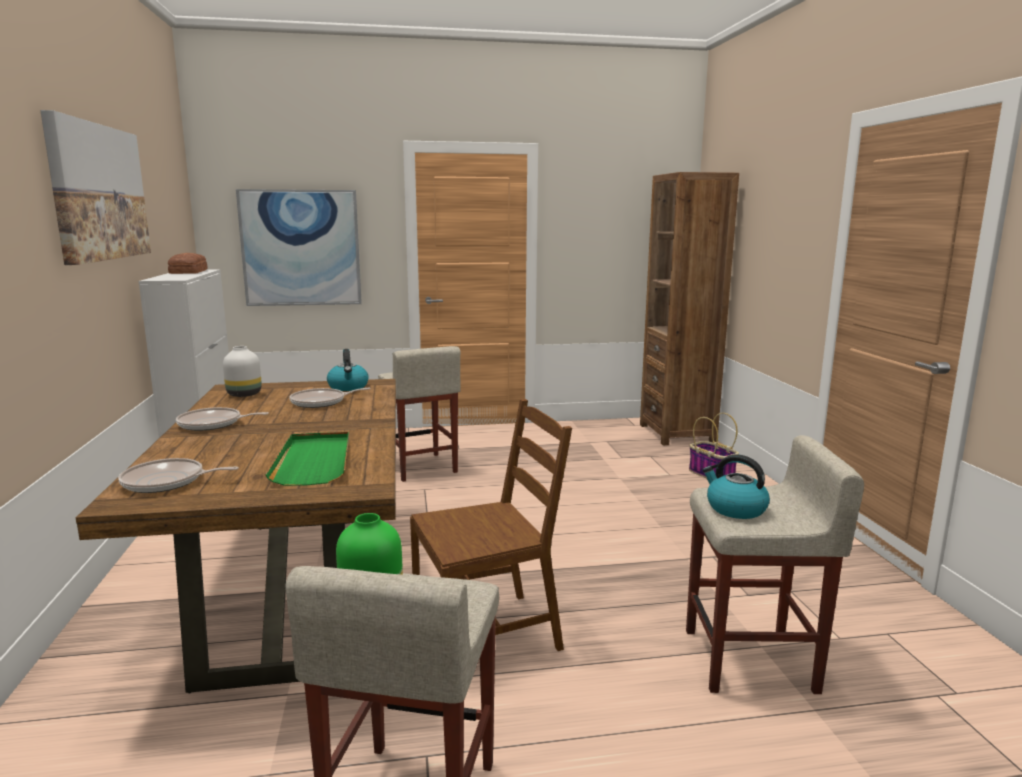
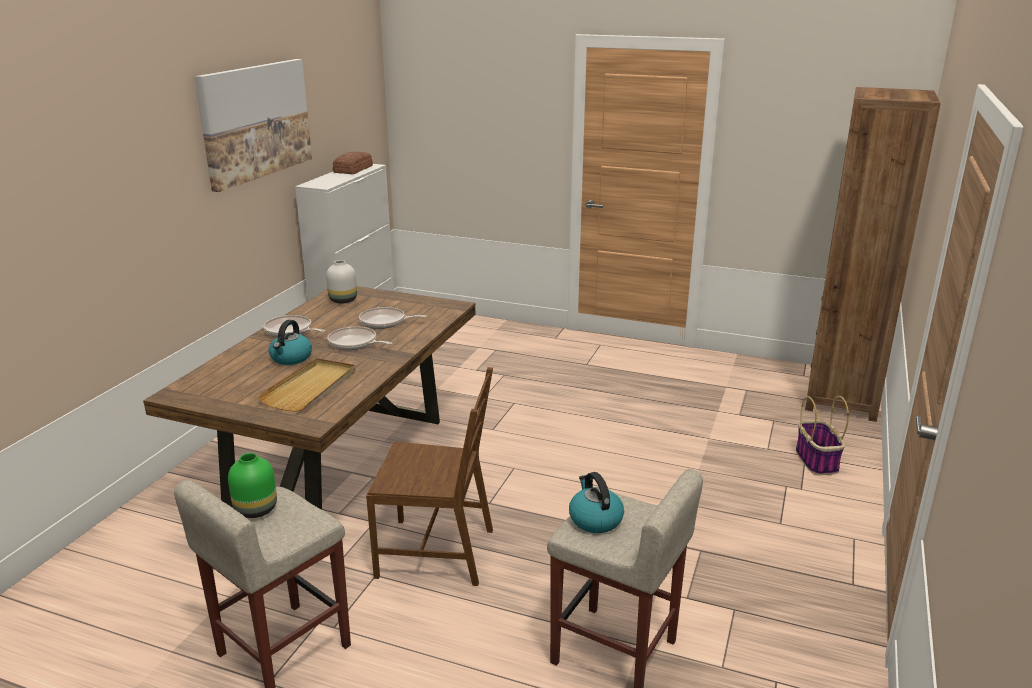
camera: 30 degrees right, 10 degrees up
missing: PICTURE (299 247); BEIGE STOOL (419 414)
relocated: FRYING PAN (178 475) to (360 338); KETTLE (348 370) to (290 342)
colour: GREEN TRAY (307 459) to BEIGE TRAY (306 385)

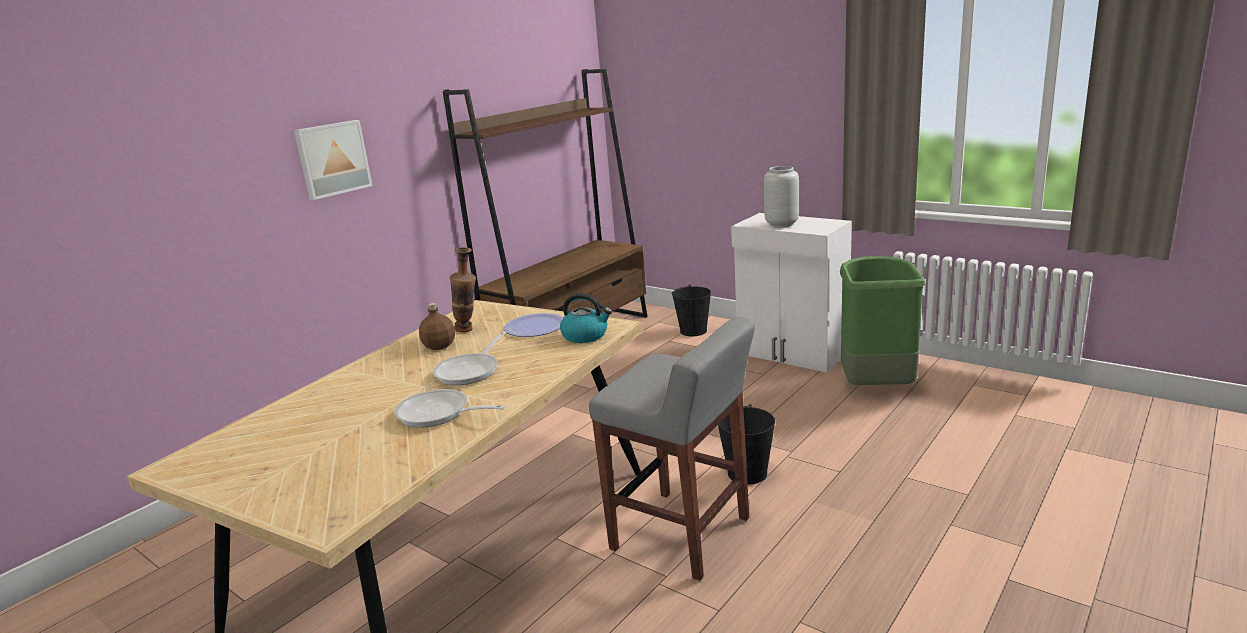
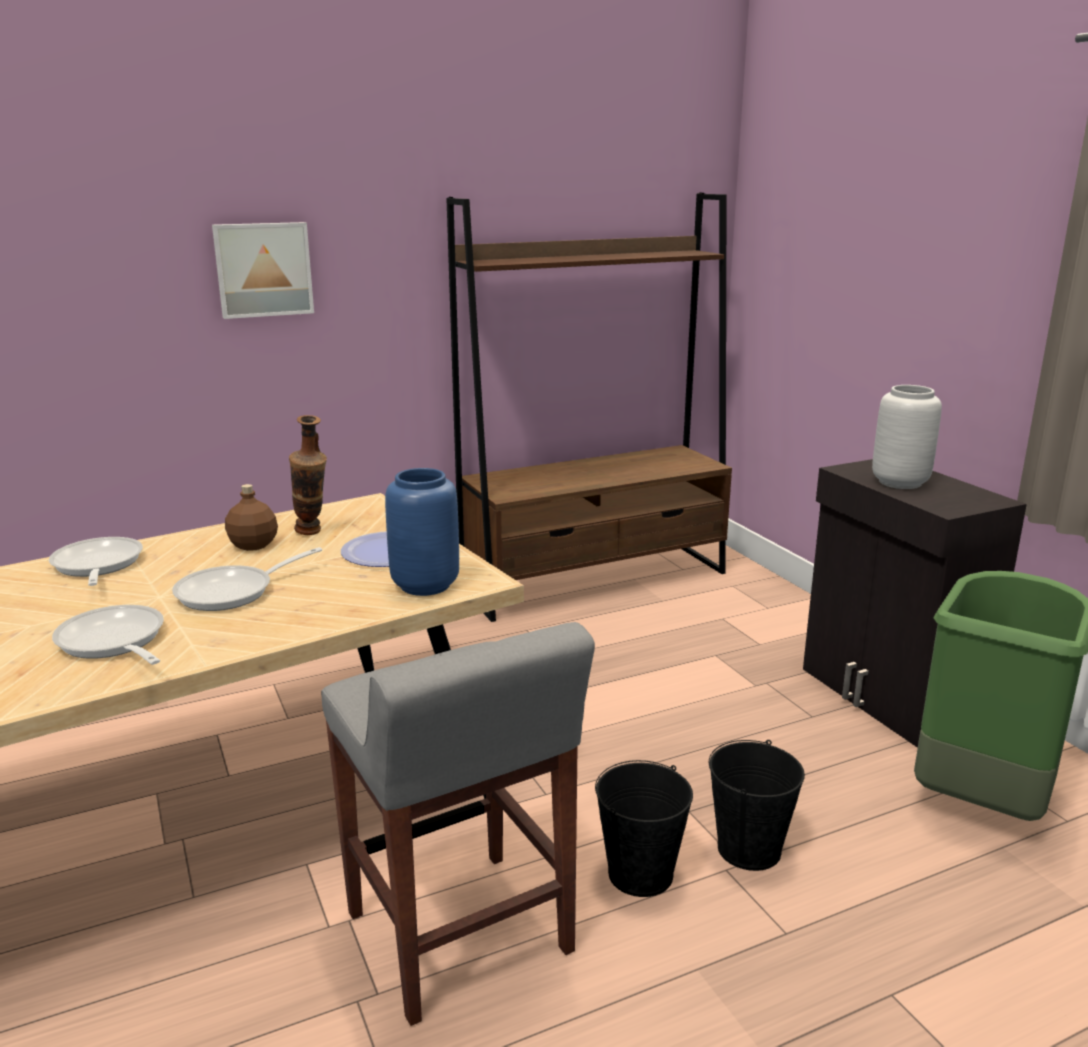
camera: 25 degrees right, 0 degrees up
appeared: FRYING PAN (96 561)
relocated: BLACK BUCKET (691 310) to (757 805)
exchanged: KETTLE (586 318) to BLUE VASE (422 532)
colour: WHITE CABINET (791 293) to BLACK CABINET (915 603)

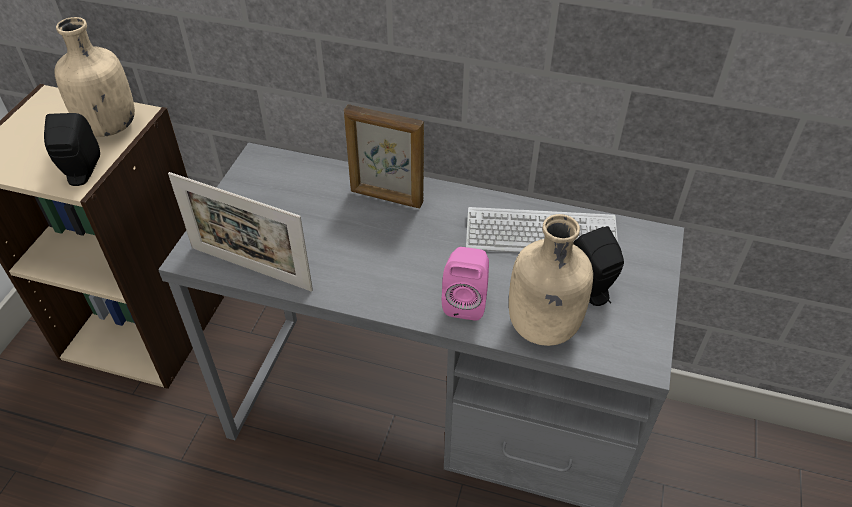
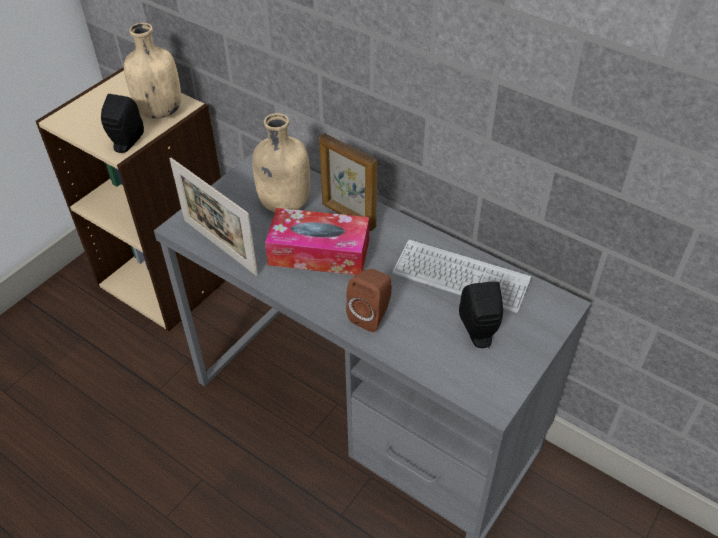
camera: 20 degrees right, 0 degrees up
appeared: TISSUE BOX (317 241)
relocated: BEIGE BOTTLE (551 280) to (281 162)
colour: PINK SPEAKER (465 284) to BROWN SPEAKER (369 300)

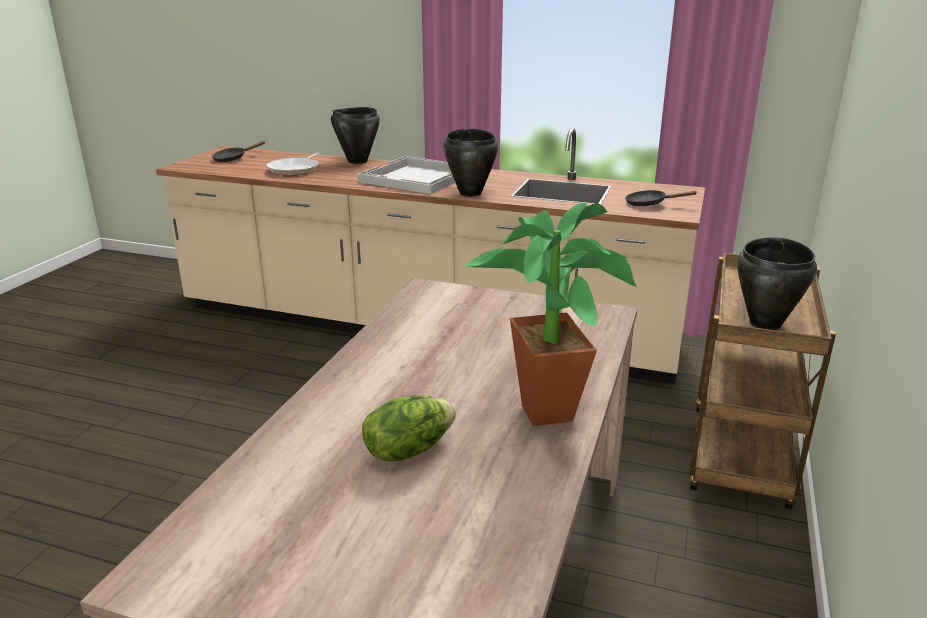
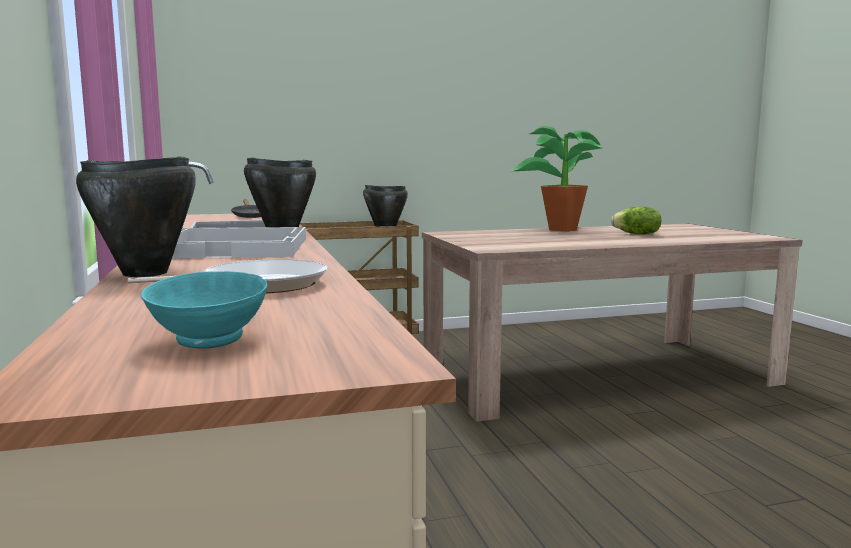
camera: 125 degrees left, 15 degrees down
exchanged: BLACK FRYING PAN (238 151) to TURQUOISE BOWL (204 310)

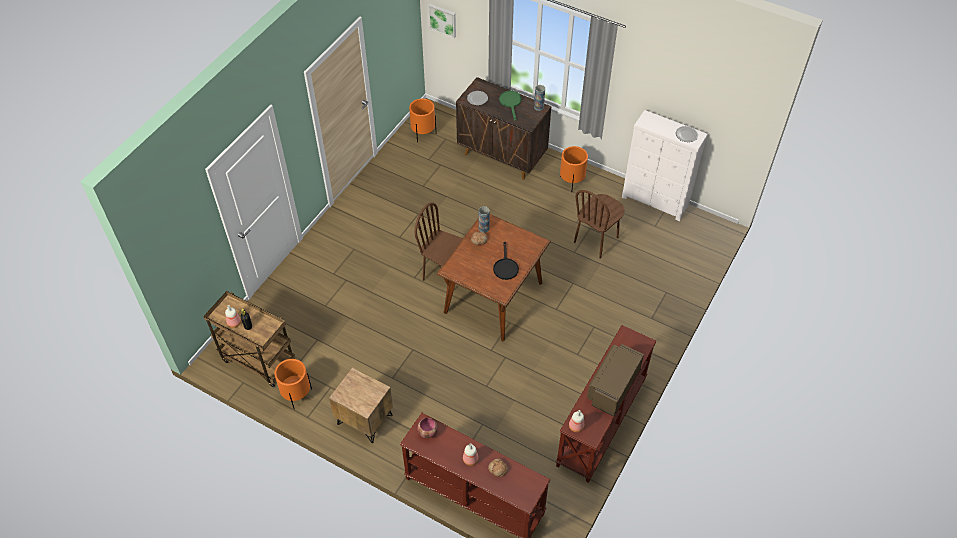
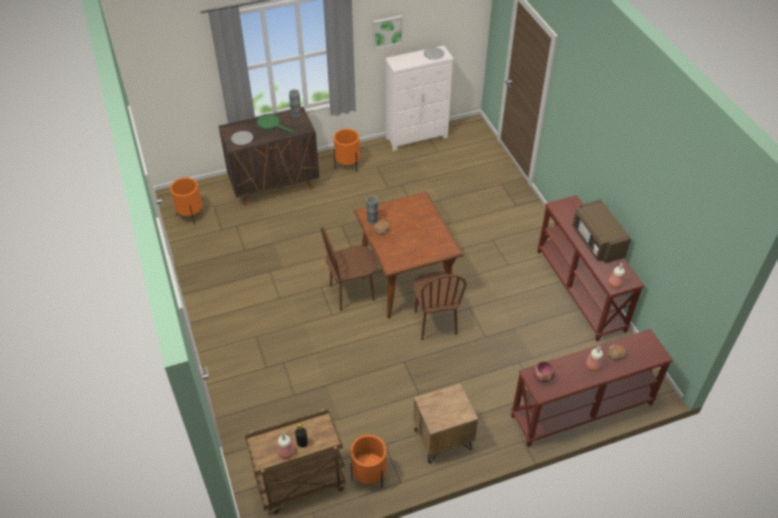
camera: 50 degrees left, 5 degrees down
missing: BLACK FRYING PAN (506 261)
relocated: PICTURE (442 21) to (388 32); BROWN CHAIR (599 224) to (439 306)

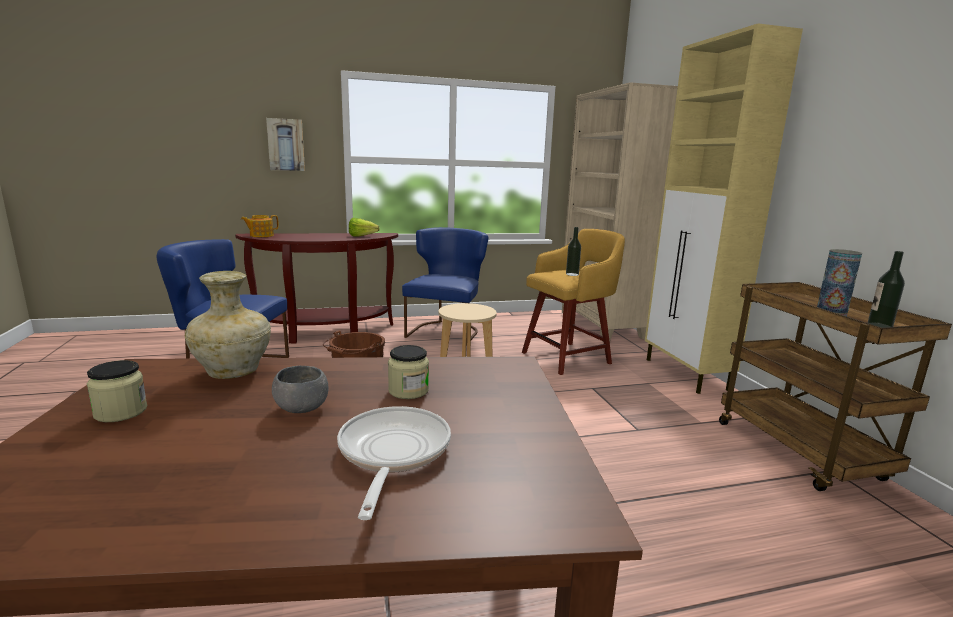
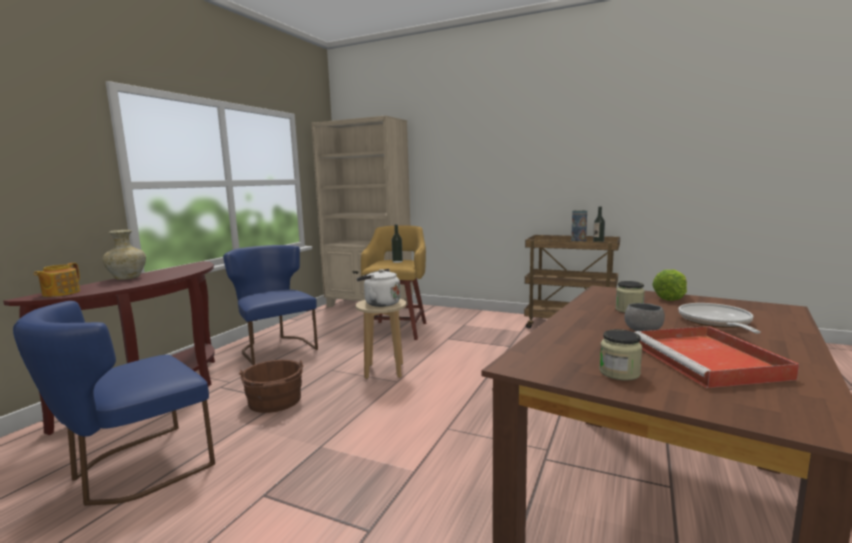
camera: 50 degrees left, 5 degrees down
missing: PICTURE (285 144); BEIGE CABINET (724 208)
appeared: WHITE KETTLE (379 288); RED TRAY (717 357)
relocated: BEIGE VASE (228 325) to (124 255); LETTUCE (364 227) to (669 285)
spun: FRYING PAN (394 463) = (719 318) 60 degrees clockwise

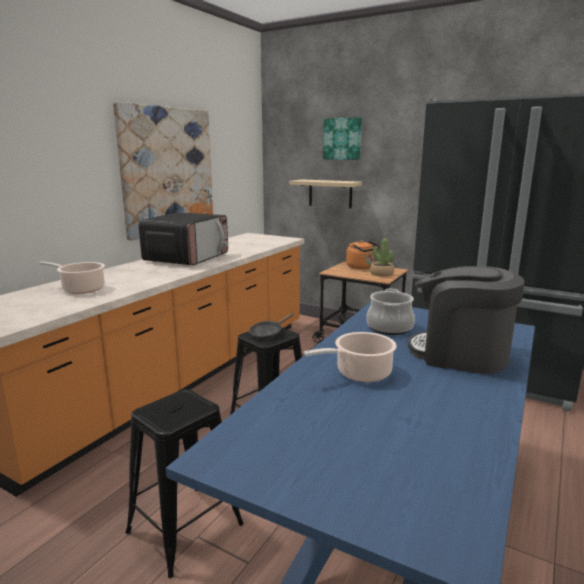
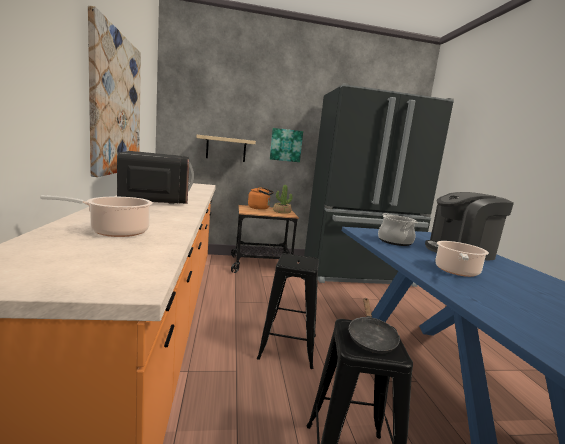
camera: 40 degrees left, 5 degrees down
relocated: BLACK FRYING PAN (271 326) to (374 326); PICTURE (342 138) to (286 145)

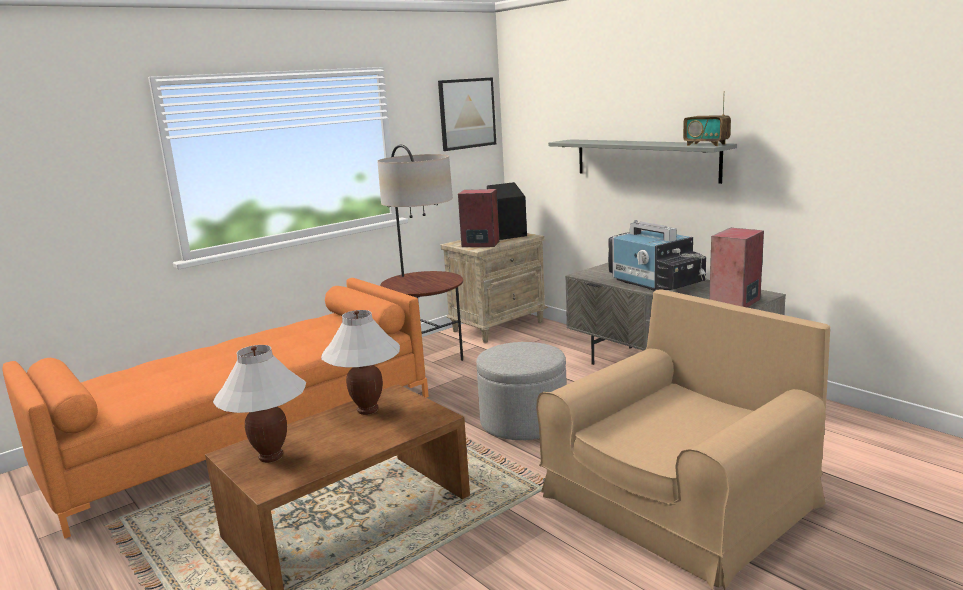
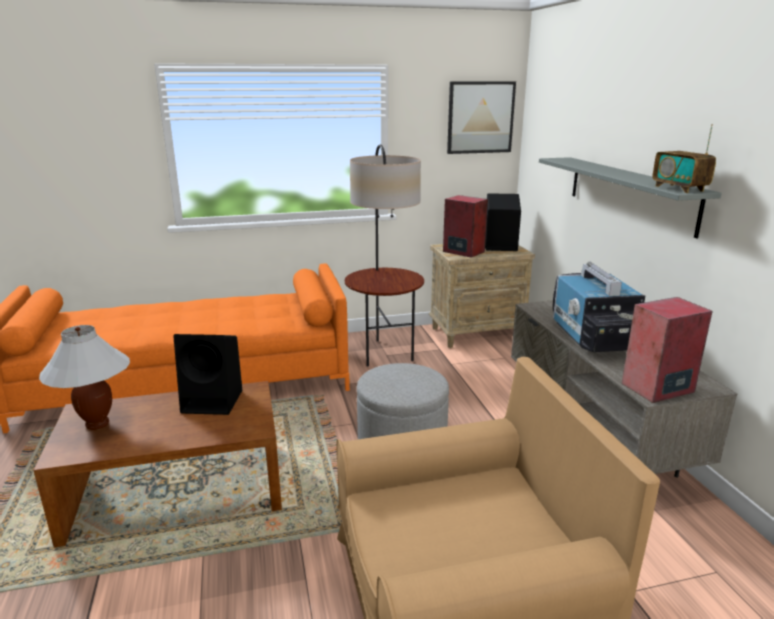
camera: 25 degrees right, 5 degrees up
exchanged: WHITE TABLE LAMP (360 362) to BLACK SPEAKER (207 374)

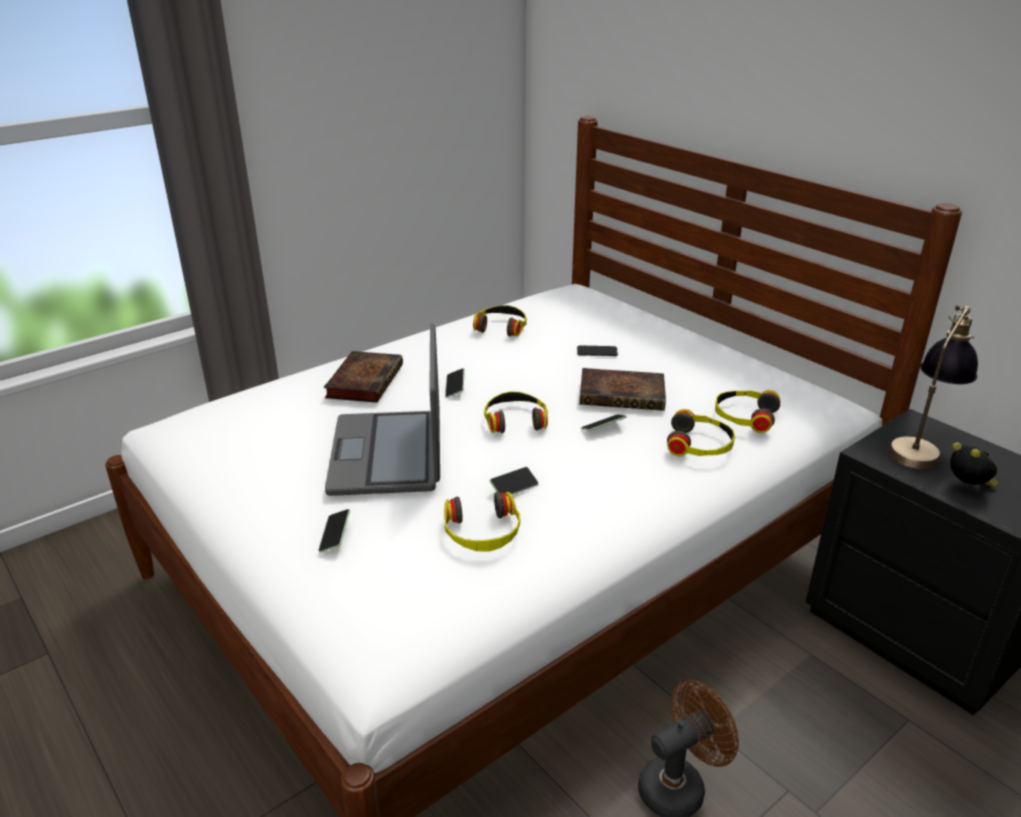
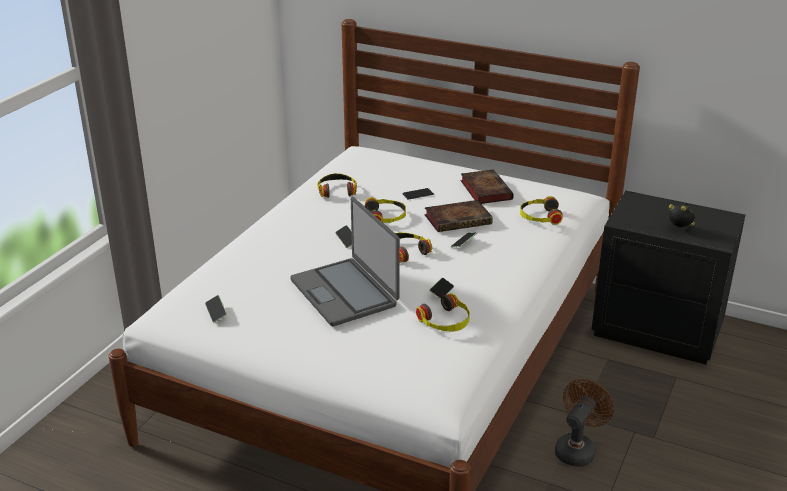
camera: 25 degrees left, 0 degrees up
missing: TABLE LAMP (932 387)
relocated: PHONE (334 531) to (216 309); BOOK (363 377) to (487 186); HEADPHONES (701 432) to (385 210)

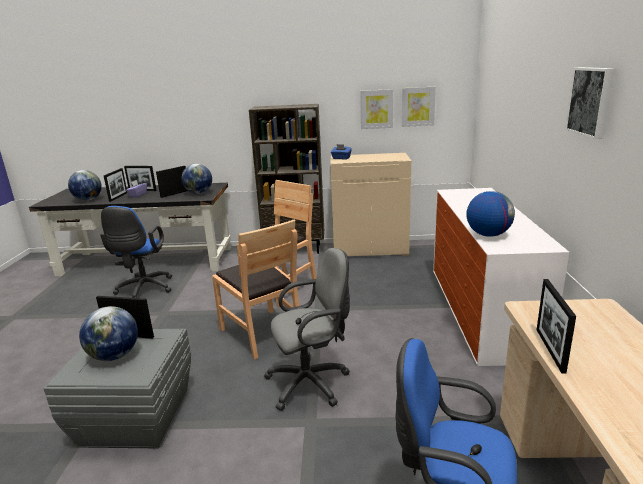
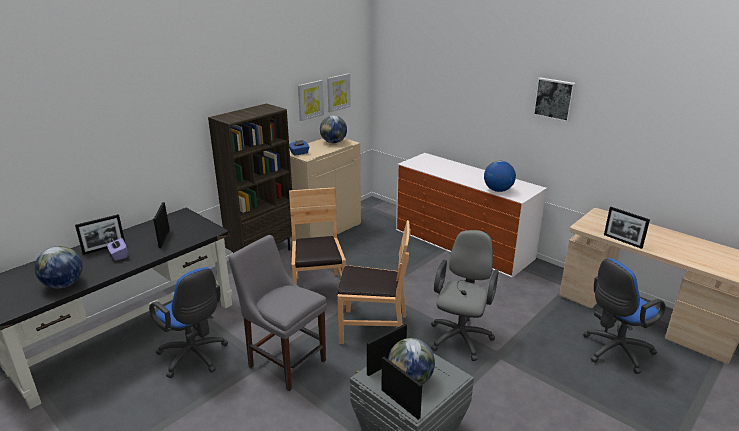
camera: 50 degrees left, 5 degrees up
appeared: GREY CHAIR (277 313)
relocated: PICTURE FRAME (115 185) to (401 388); GLOBE (197 179) to (333 129)

